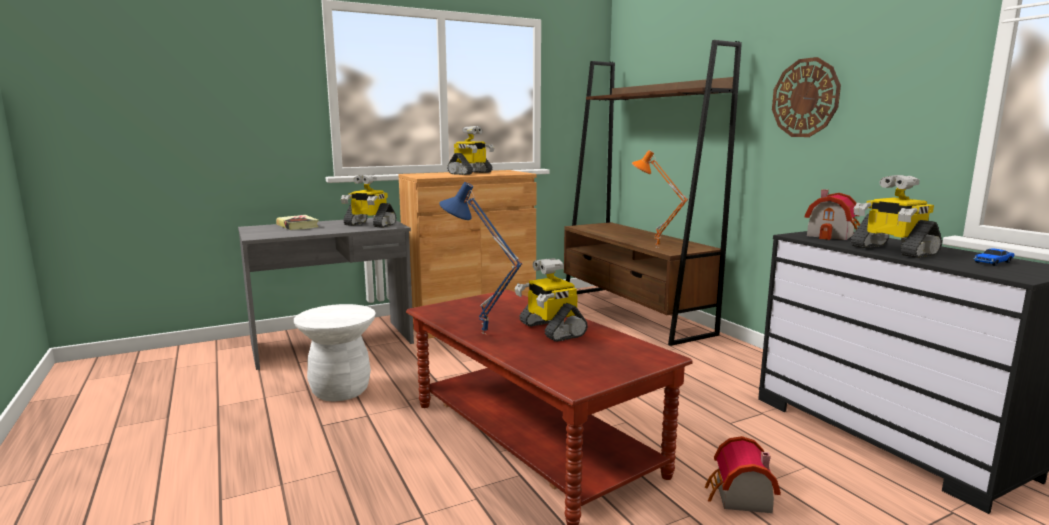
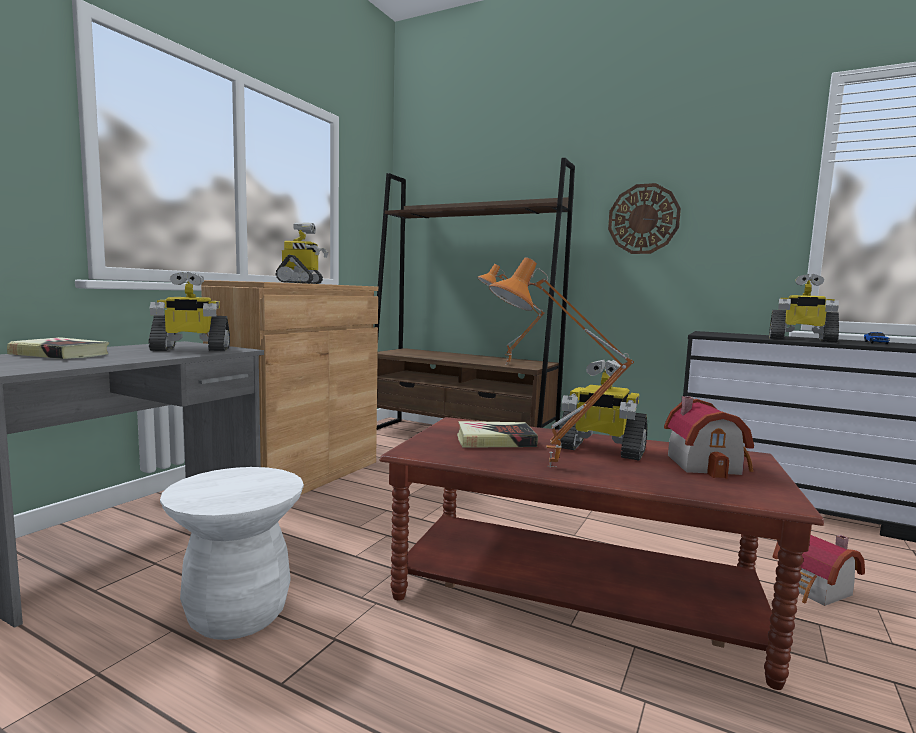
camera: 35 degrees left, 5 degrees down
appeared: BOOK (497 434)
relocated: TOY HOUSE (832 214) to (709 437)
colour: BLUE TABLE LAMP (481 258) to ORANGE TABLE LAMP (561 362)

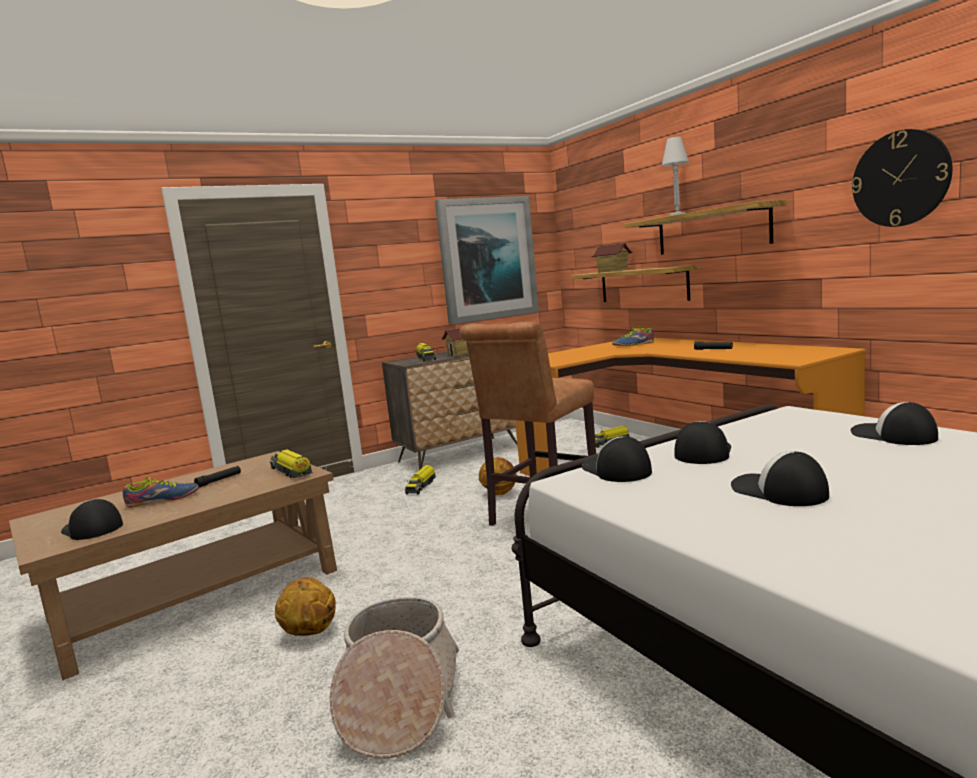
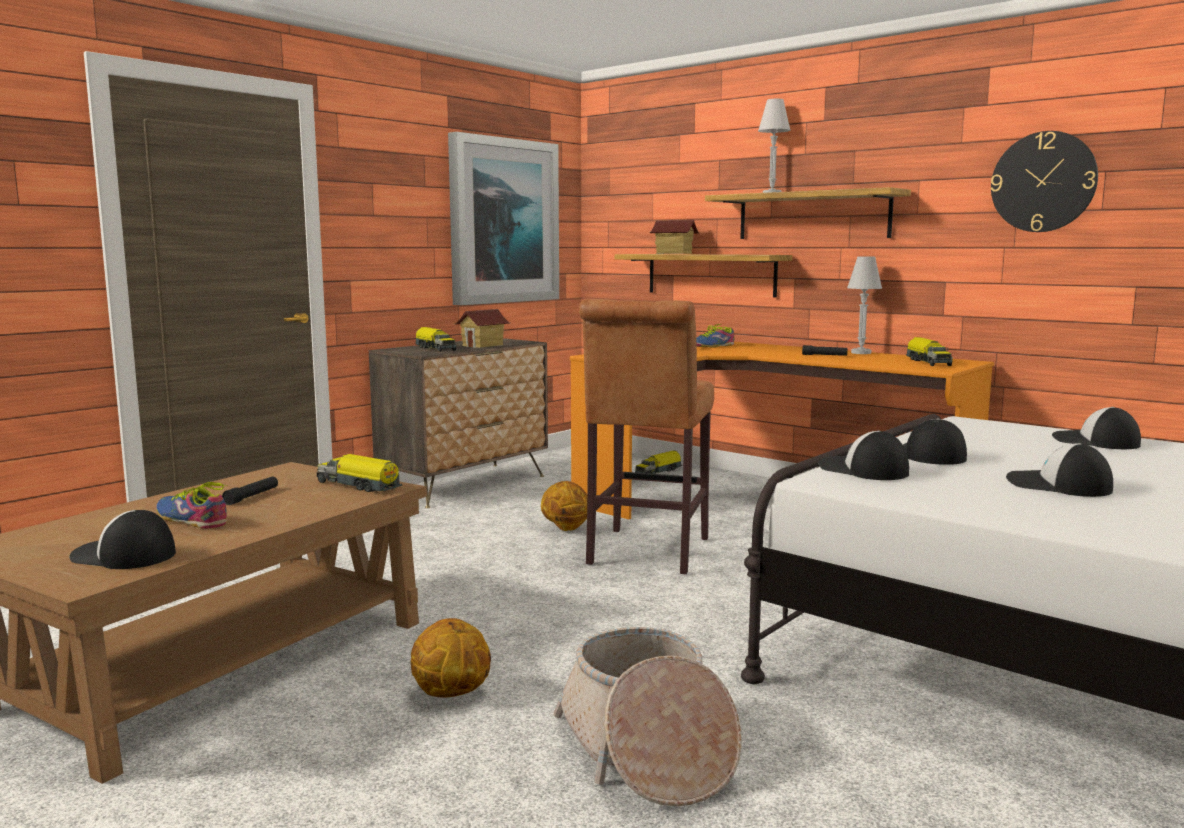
camera: 20 degrees left, 0 degrees up
appeared: WHITE TABLE LAMP (864 305)
relocated: TOY TRUCK (420 479) to (929 351)
spun: SHOE (161 492) = (192 505) 105 degrees counterclockwise

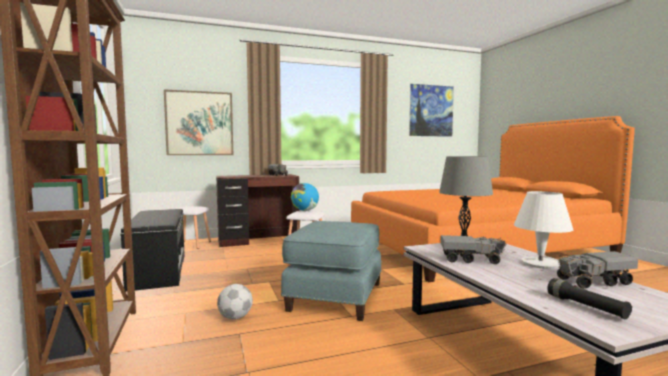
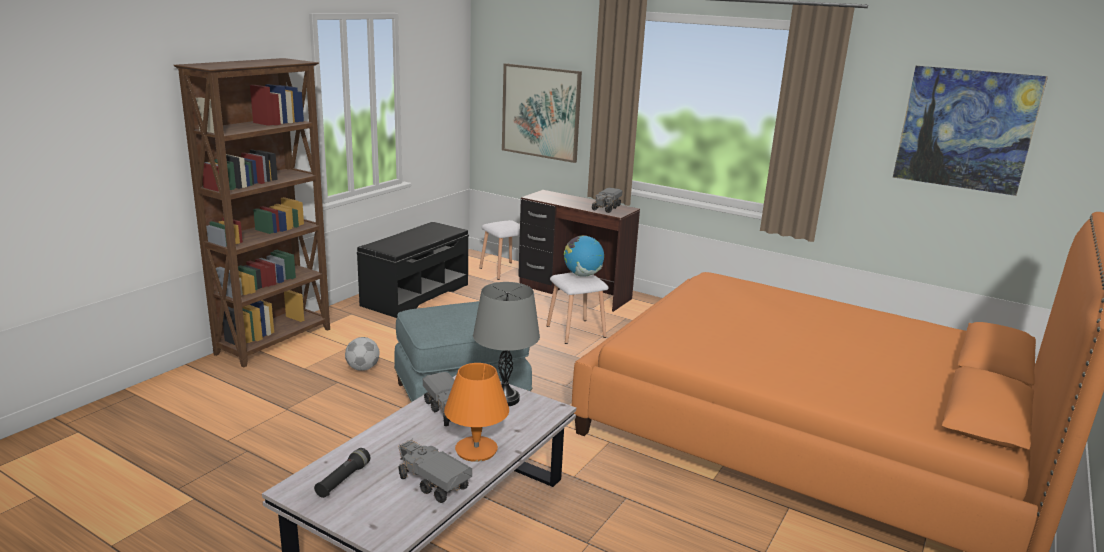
camera: 50 degrees right, 15 degrees up
colour: WHITE TABLE LAMP (543 230) to ORANGE TABLE LAMP (476 412)

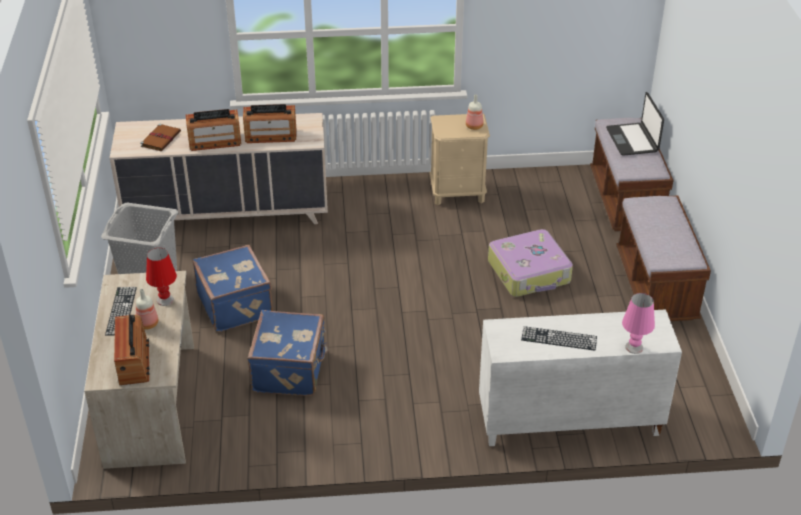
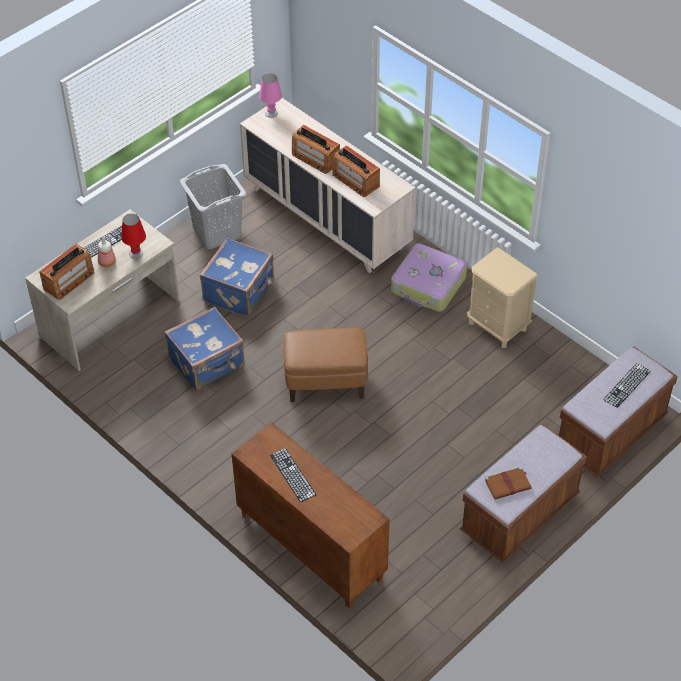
camera: 50 degrees right, 10 degrees up
missing: BOTTLE (475 112)
appeared: BROWN OTTOMAN (326 365)
relocated: BROWN BOOK (160 137) to (508 483); SUITCASE (530 263) to (429 277); PINK TABLE LAMP (638 323) to (270 95)
exchanged: LAPTOP (635 124) to KEYBOARD (627 385)
colour: WHITE CABINET (580 377) to BROWN CABINET (311 515)

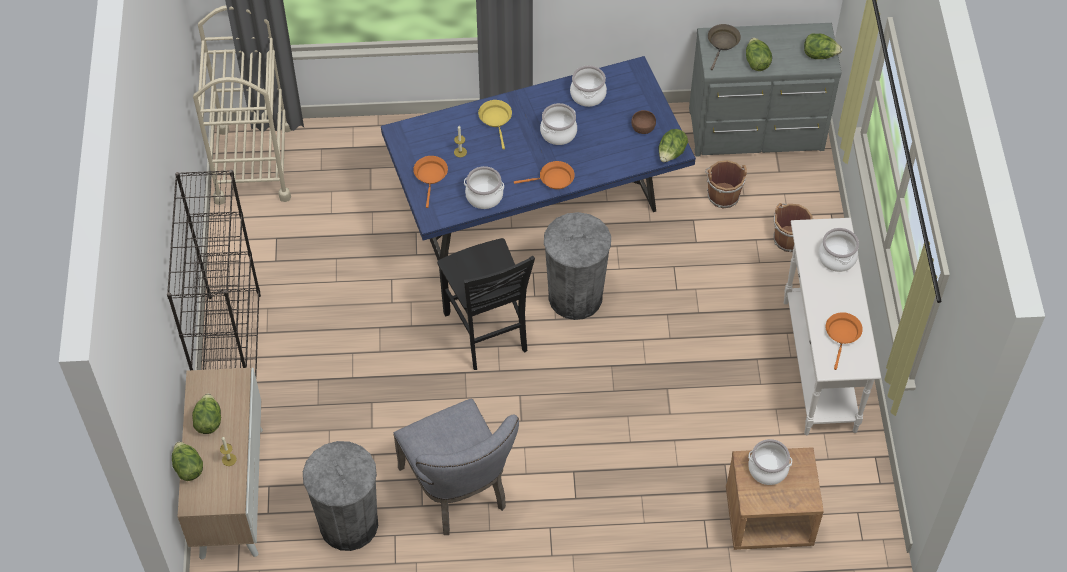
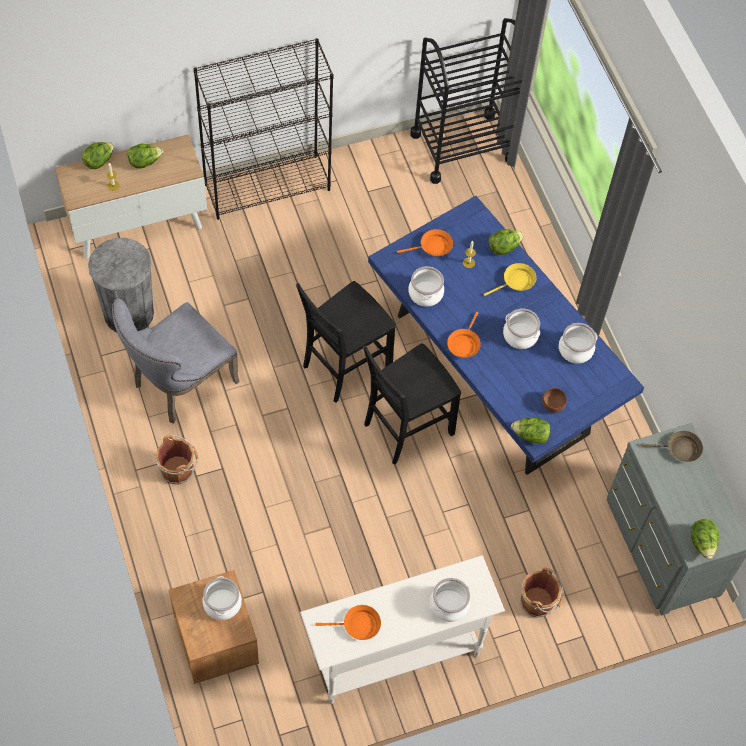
camera: 70 degrees right, 5 degrees up
relocated: BROWN BUCKET (726 184) to (176 459); LETTUCE (759 54) to (506 242)
exchanged: GREY TRASH CAN (577 266) to BLACK CHAIR (412 404)
colour: BEIGE CART (242 105) to BLACK CART (468 101)
spun: ORANGE FRYING PAN (544 175) = (464 335) 45 degrees clockwise

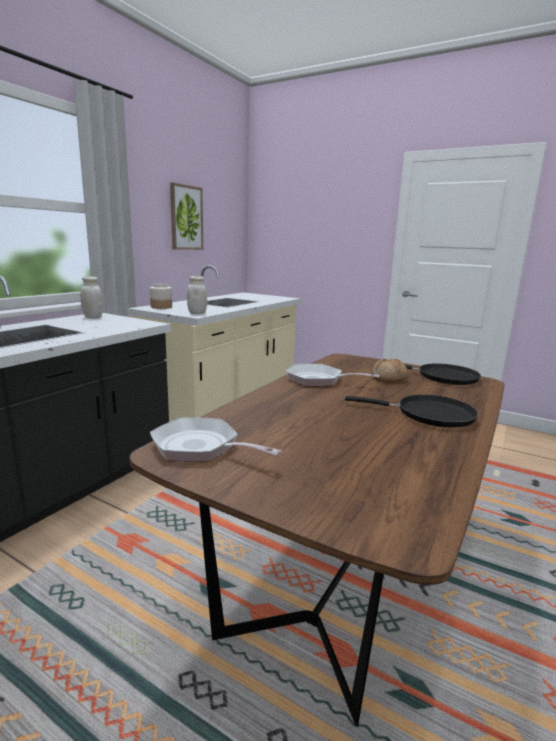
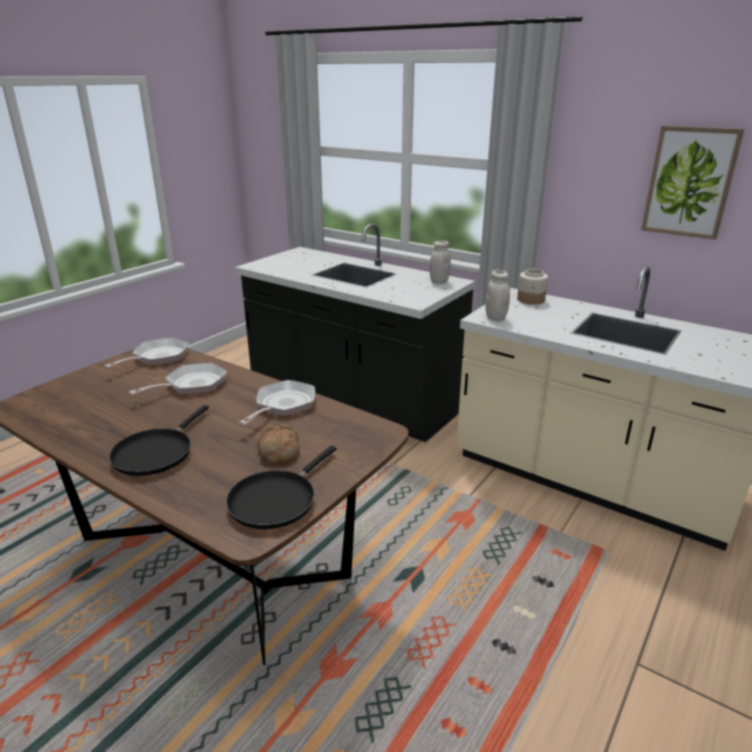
camera: 95 degrees right, 10 degrees up
appeared: FRYING PAN (178 379)

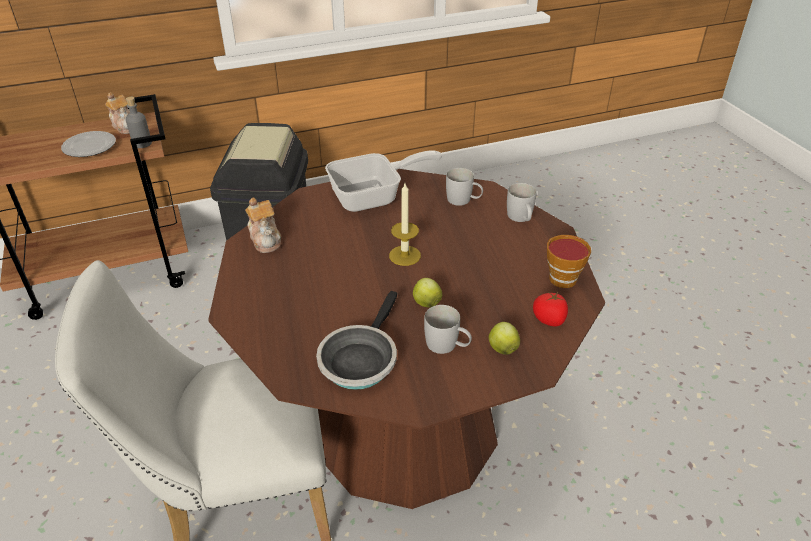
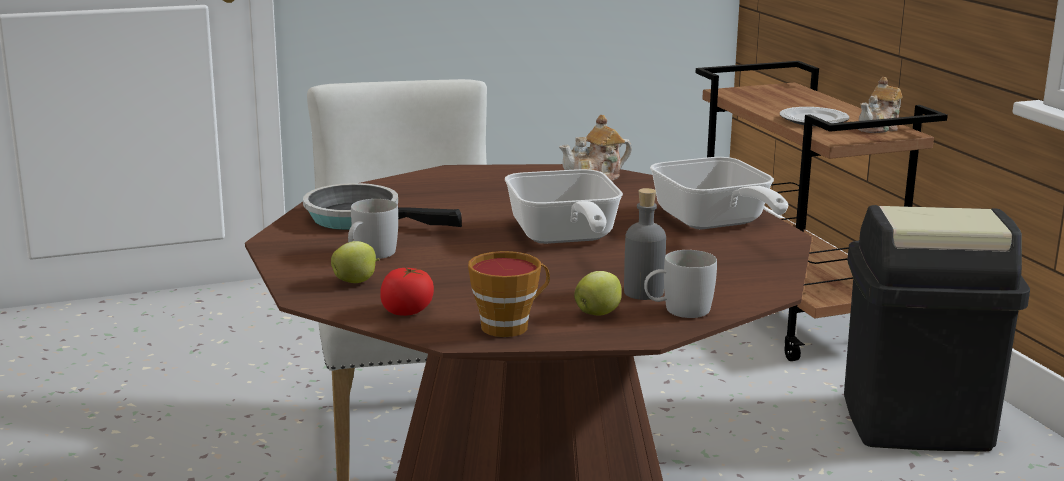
camera: 90 degrees right, 20 degrees down
missing: WHITE MUG (464 187)
relocated: GREY BOTTLE (139 122) to (645 244); APPLE (427 292) to (598 293)
exchanged: CANDLE (405 224) to FRYING PAN (564 206)

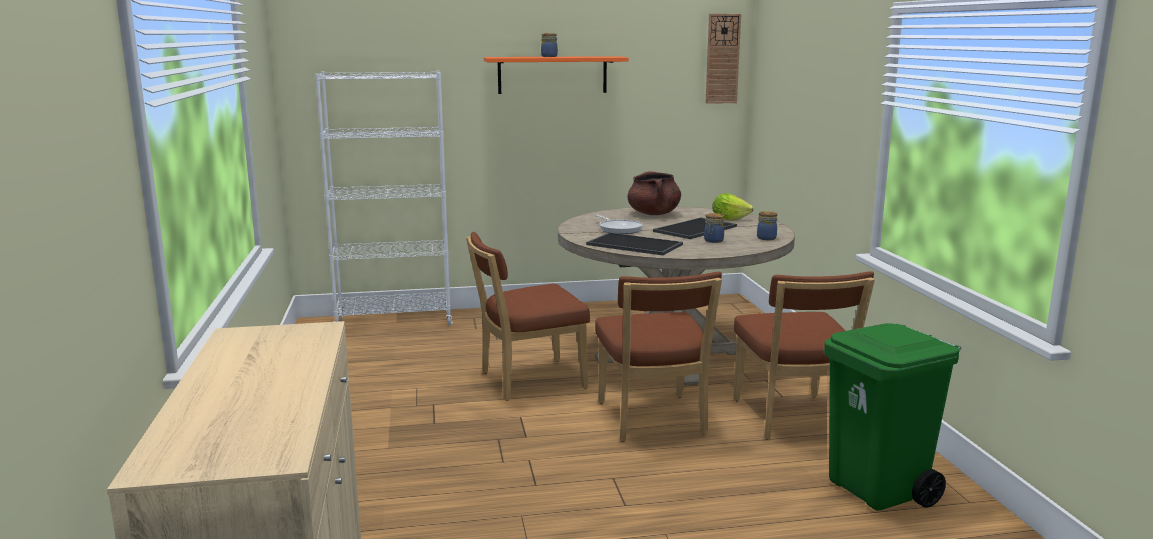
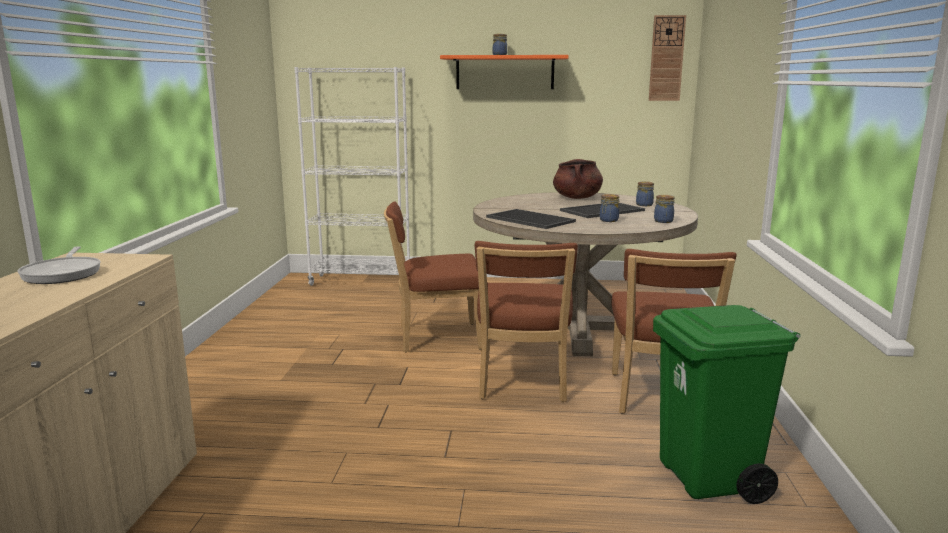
camera: 15 degrees right, 0 degrees up
relocated: FRYING PAN (619 224) to (59 265)
exchanged: LETTUCE (733 207) to JAR (645 193)

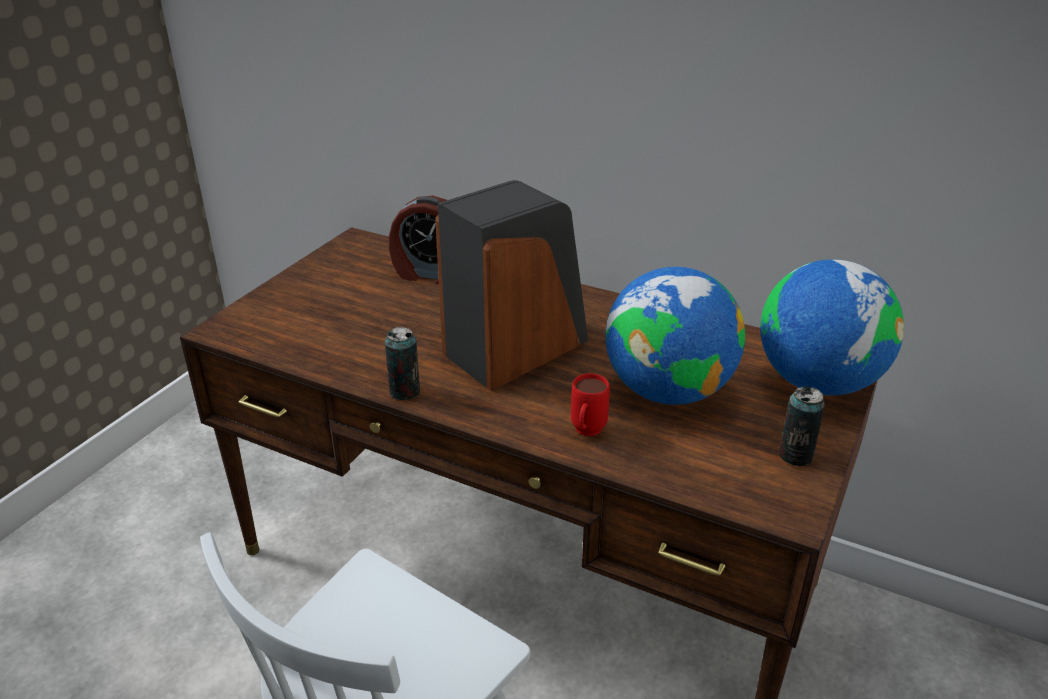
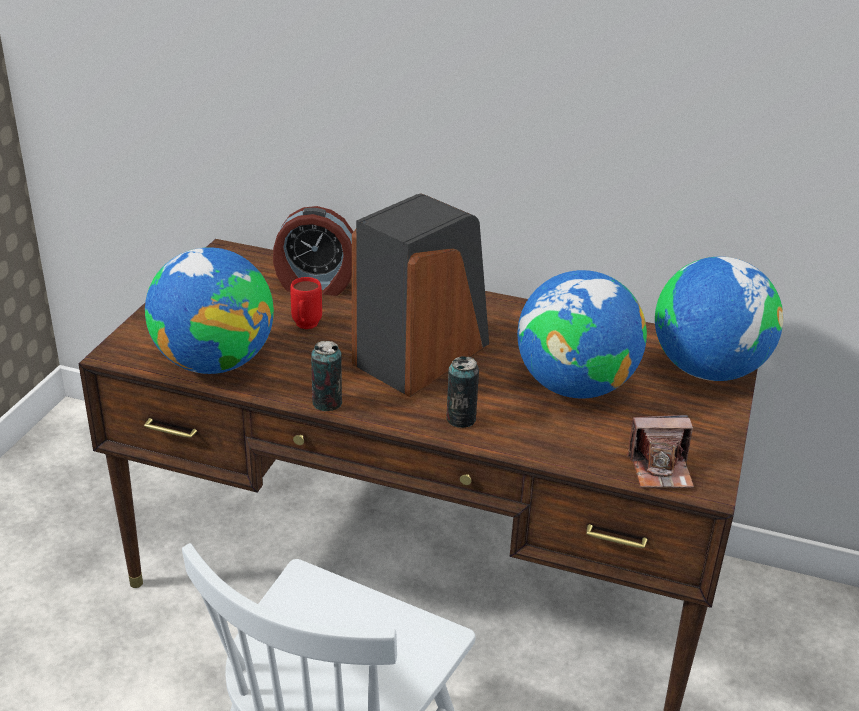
camera: 10 degrees left, 0 degrees up
appeared: GLOBE (209 310); PHOTO CAMERA (660 451)
relocated: RED MUG (590 404) to (306 303); CAN (802 426) to (462 392)

